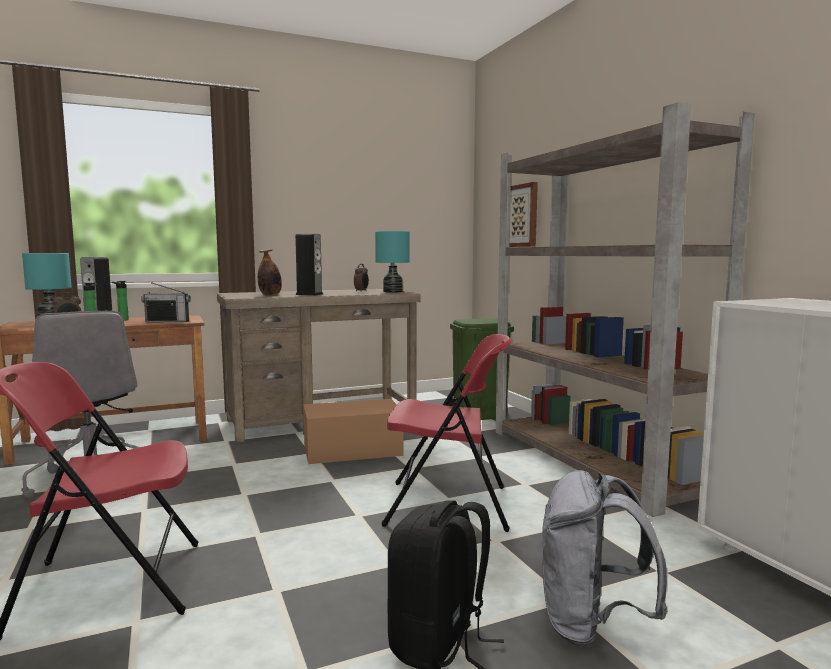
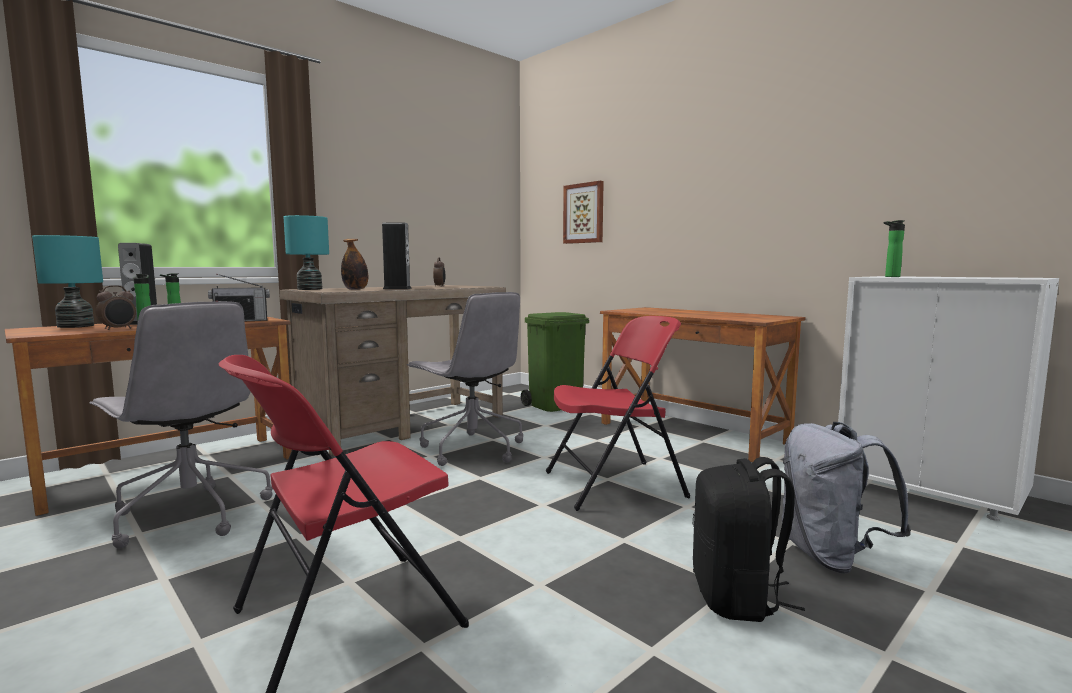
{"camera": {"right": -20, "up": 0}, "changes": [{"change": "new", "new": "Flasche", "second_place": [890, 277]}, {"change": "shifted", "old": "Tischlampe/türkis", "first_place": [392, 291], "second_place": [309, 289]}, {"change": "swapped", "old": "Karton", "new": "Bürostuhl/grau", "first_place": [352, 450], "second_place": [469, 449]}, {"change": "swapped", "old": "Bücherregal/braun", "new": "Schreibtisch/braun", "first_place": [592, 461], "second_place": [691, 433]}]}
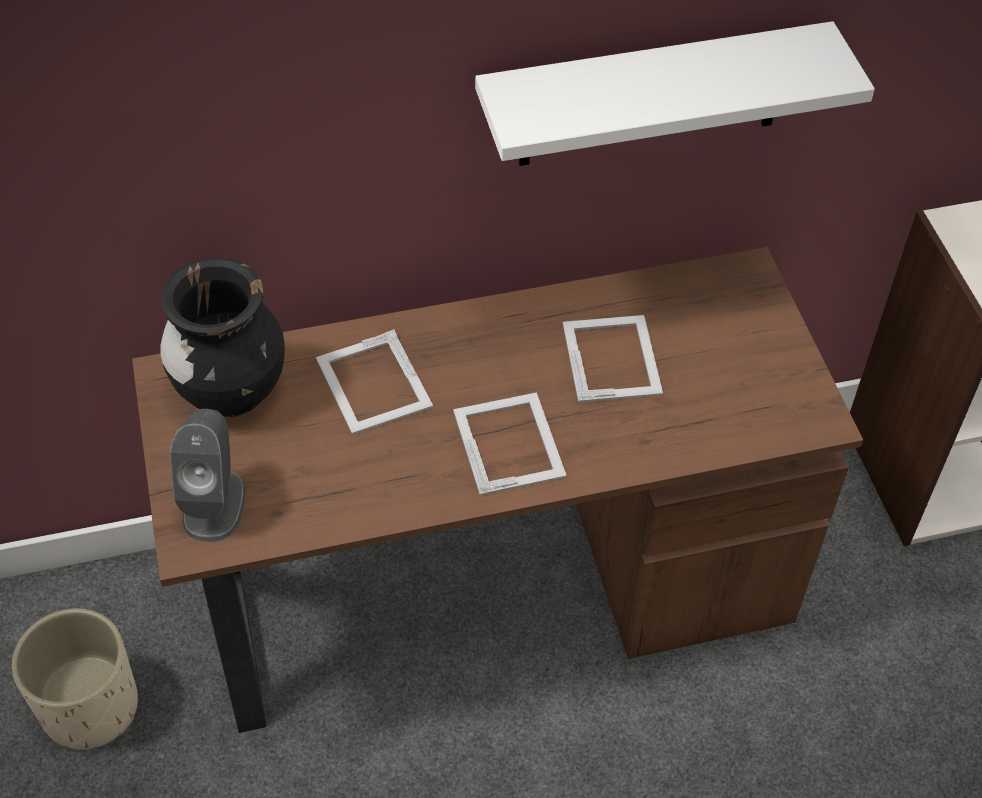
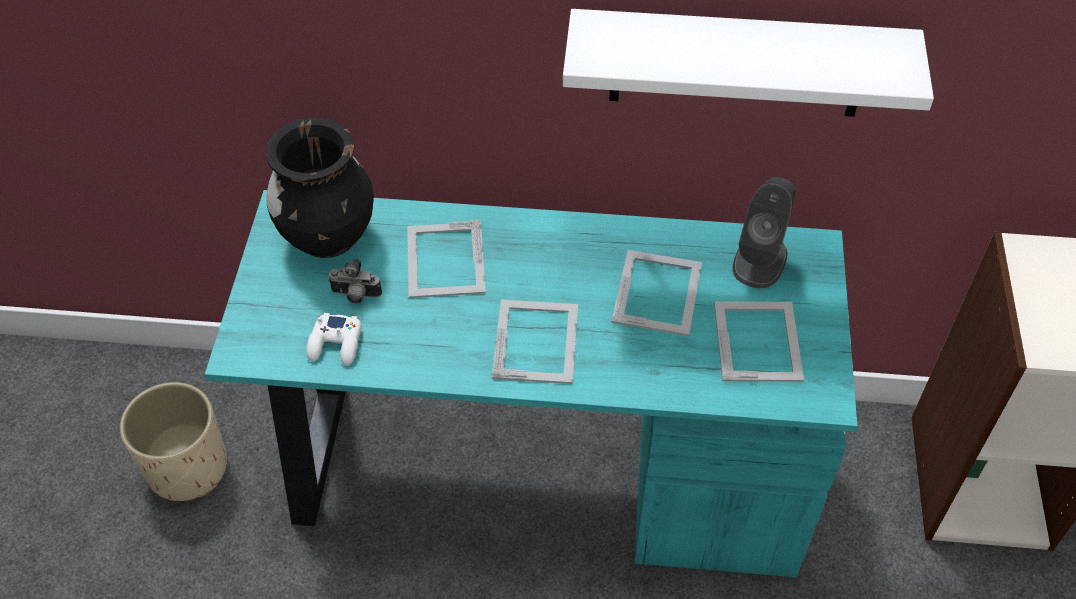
{"camera": {"right": 20, "up": 0}, "changes": [{"change": "new", "new": "Gamepad/weiß", "second_place": [336, 344]}, {"change": "new", "new": "Kamera", "second_place": [355, 296]}, {"change": "new", "new": "Bilderrahmen", "second_place": [758, 340]}, {"change": "shifted", "old": "Lautsprecher/grau", "first_place": [214, 504], "second_place": [760, 260]}, {"change": "repainted", "old": "Schreibtisch/braun", "new": "Schreibtisch/türkis", "first_place": [487, 588], "second_place": [538, 467]}]}
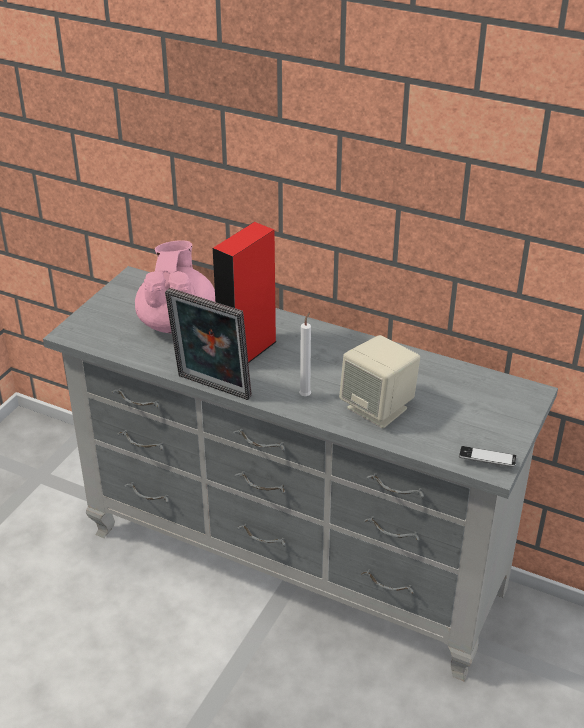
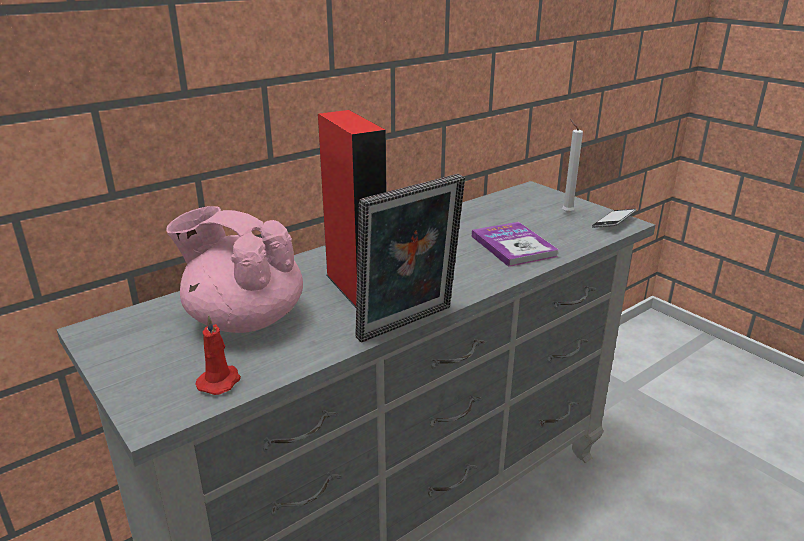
{"camera": {"right": -65, "up": -10}, "changes": [{"change": "new", "new": "Kerze/rot", "second_place": [220, 381]}, {"change": "shifted", "old": "Kerze/weiß", "first_place": [306, 395], "second_place": [566, 212]}, {"change": "swapped", "old": "Lautsprecher/beige", "new": "Buch", "first_place": [378, 408], "second_place": [513, 246]}]}
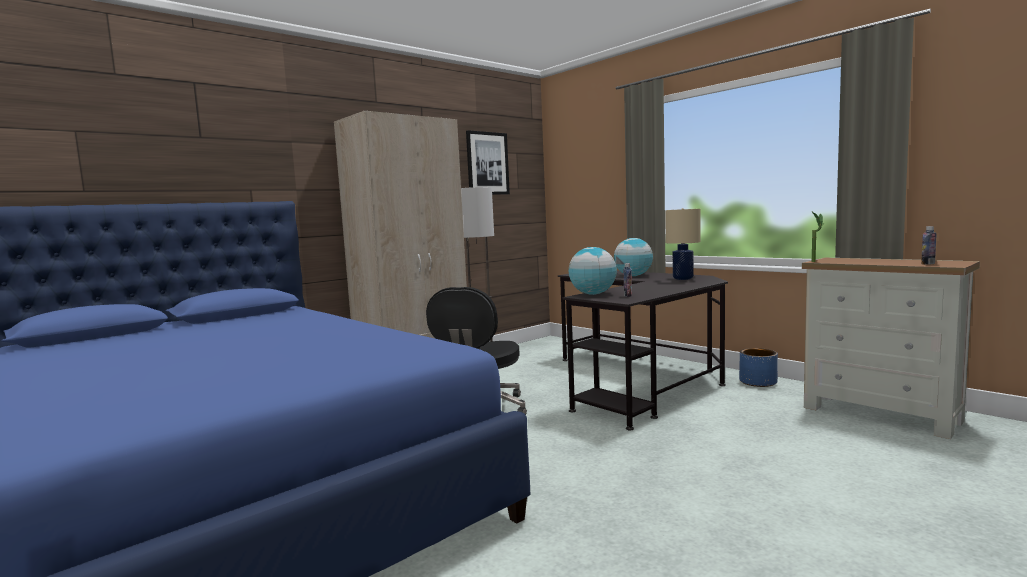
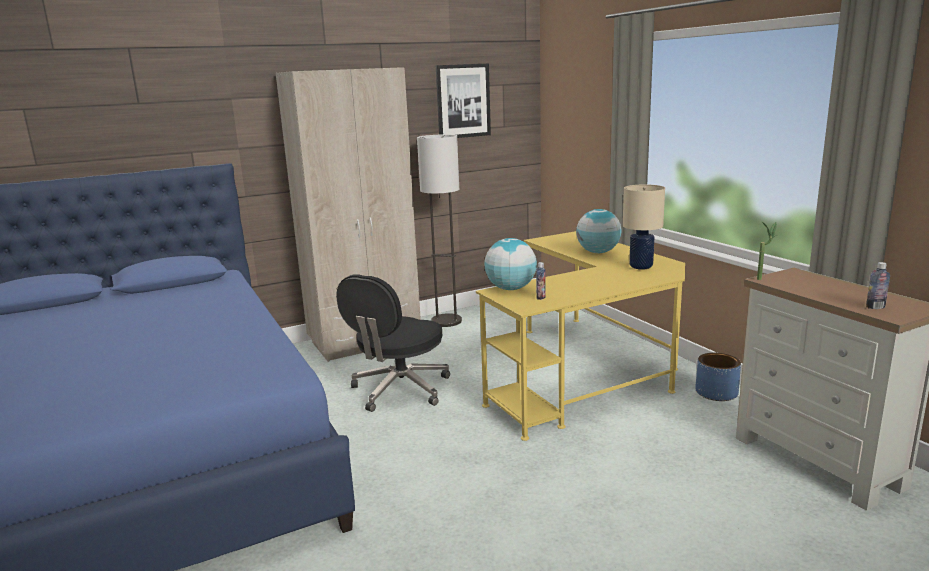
{"camera": {"right": 15, "up": 10}, "changes": [{"change": "repainted", "old": "Schreibtisch/schwarz", "new": "Schreibtisch/gelb", "first_place": [640, 380], "second_place": [587, 371]}]}
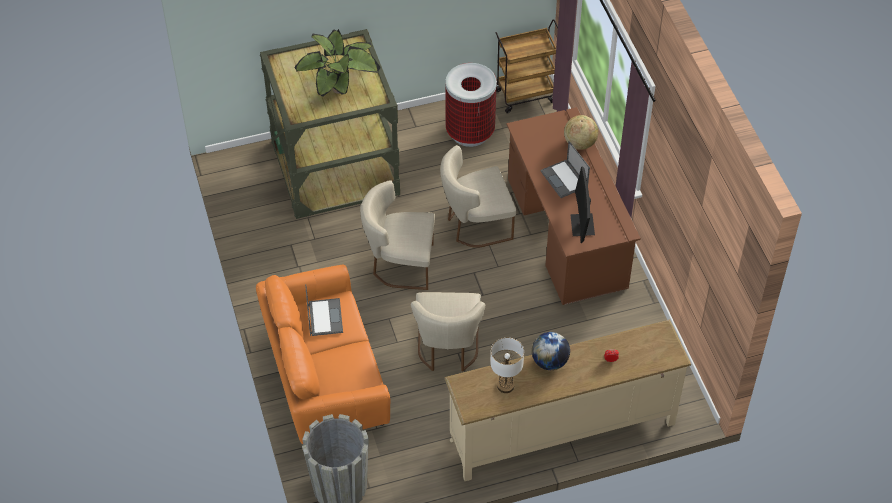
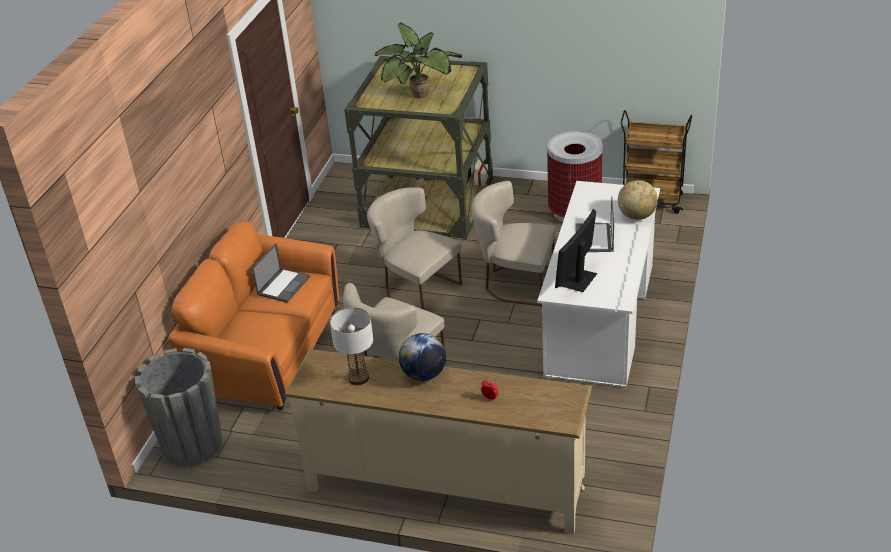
{"camera": {"right": 35, "up": -15}, "changes": [{"change": "repainted", "old": "Schreibtisch/braun", "new": "Schreibtisch/weiß", "first_place": [567, 233], "second_place": [601, 319]}]}
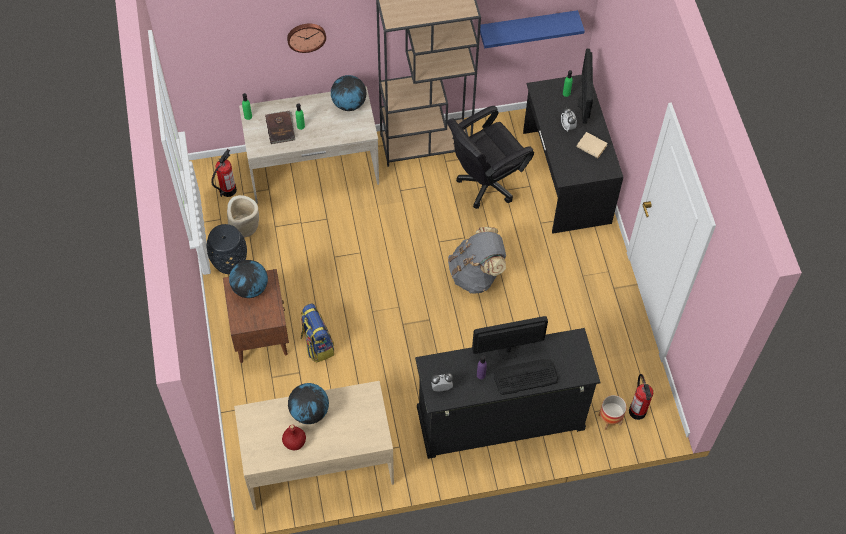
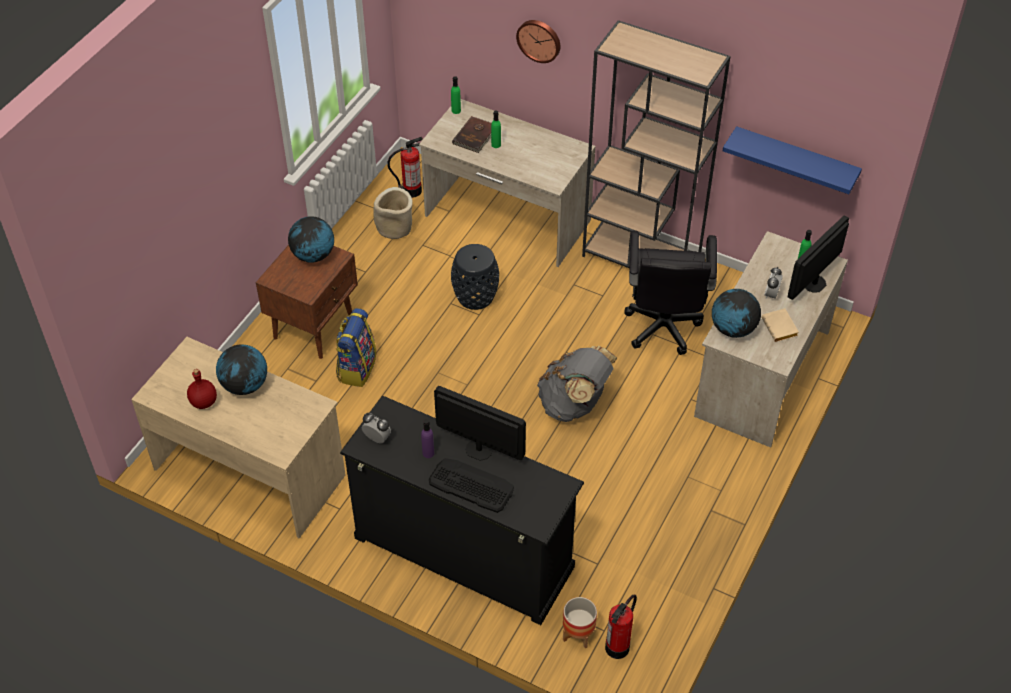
{"camera": {"right": 40, "up": -10}, "changes": [{"change": "shifted", "old": "Hocker/schwarz", "first_place": [229, 261], "second_place": [475, 296]}, {"change": "shifted", "old": "Globus", "first_place": [349, 104], "second_place": [732, 329]}, {"change": "repainted", "old": "Schreibtisch/schwarz", "new": "Schreibtisch/beige", "first_place": [565, 177], "second_place": [761, 373]}, {"change": "rotated", "old": "Bürostuhl/schwarz", "first_place": [484, 187], "second_place": [663, 332], "degrees": -90}]}
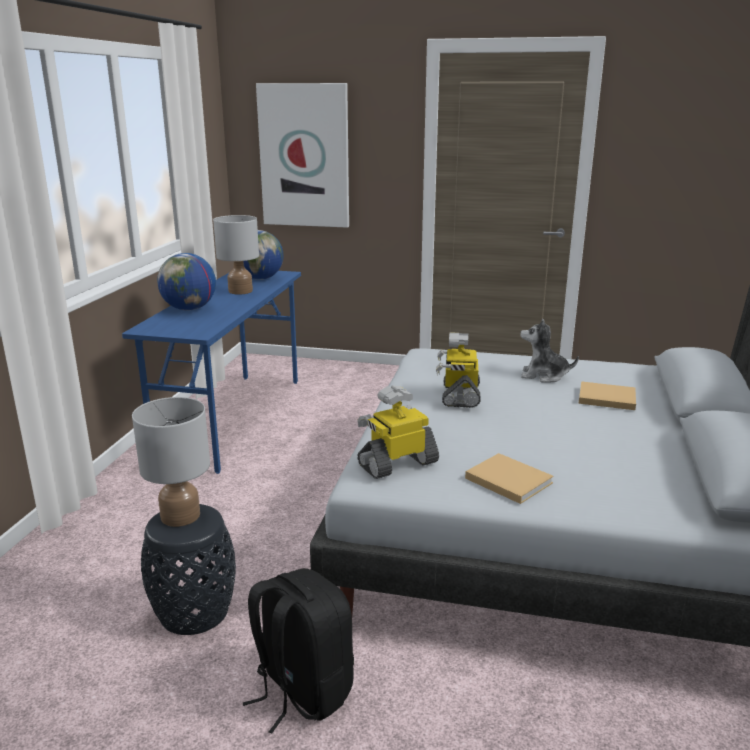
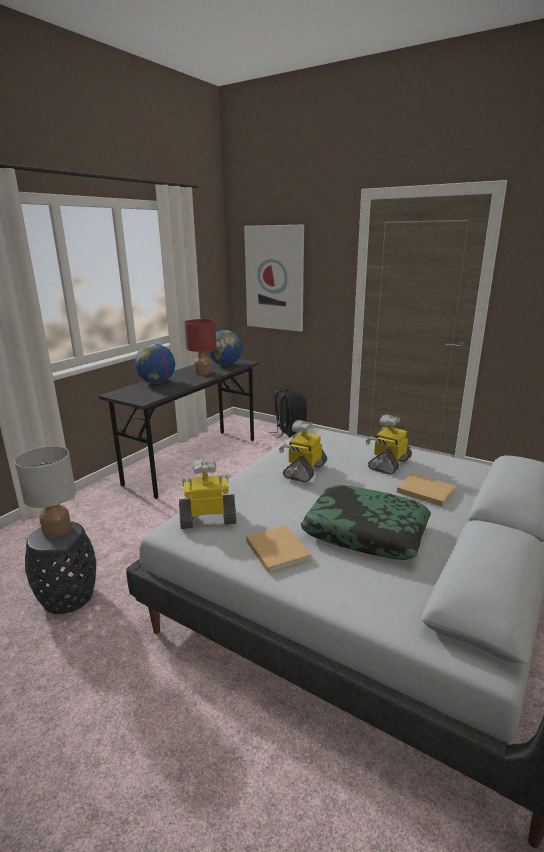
{"camera": {"right": 20, "up": 0}, "changes": [{"change": "new", "new": "Kissen", "second_place": [365, 532]}, {"change": "shifted", "old": "Rucksack/schwarz", "first_place": [301, 691], "second_place": [289, 433]}, {"change": "swapped", "old": "Plüschtier", "new": "Spielzeugroboter", "first_place": [543, 376], "second_place": [388, 463]}, {"change": "repainted", "old": "Schreibtisch/blau", "new": "Schreibtisch/grau", "first_place": [233, 418], "second_place": [193, 460]}, {"change": "repainted", "old": "Tischlampe/grau", "new": "Tischlampe/rot", "first_place": [240, 291], "second_place": [202, 372]}]}
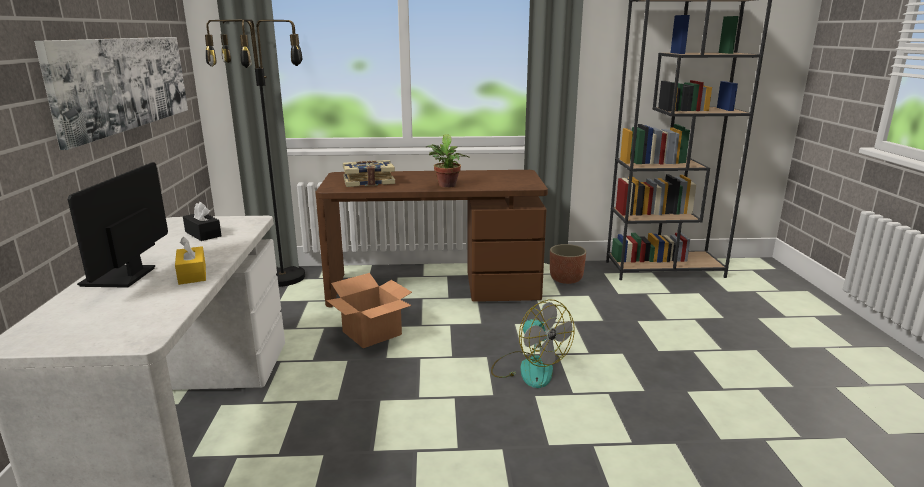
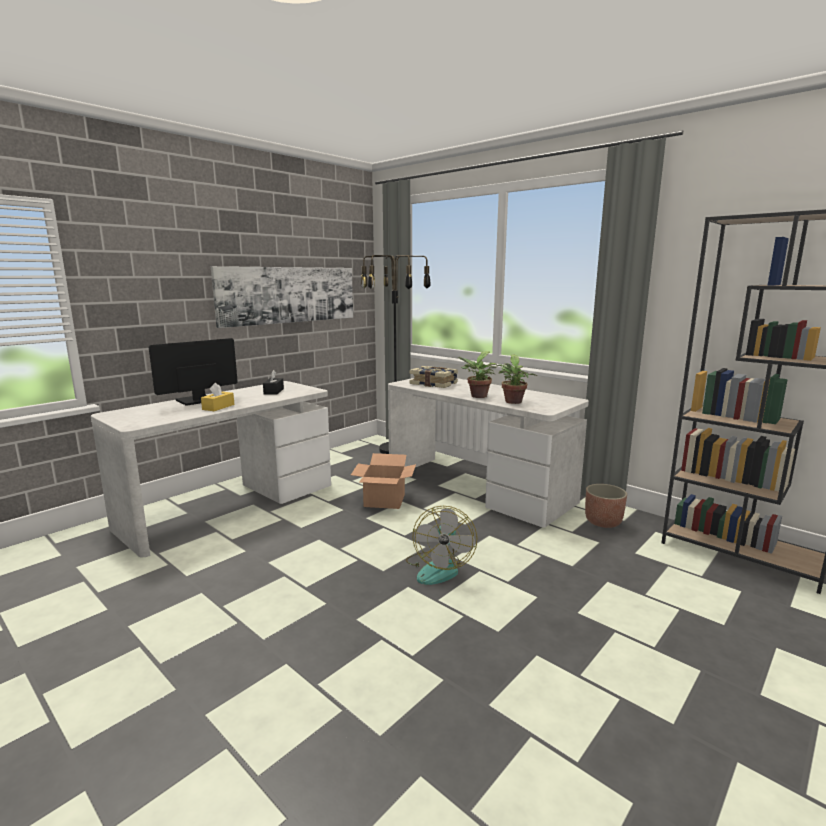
{"camera": {"right": 45, "up": -5}, "changes": [{"change": "new", "new": "Topfpflanze", "second_place": [513, 402]}, {"change": "repainted", "old": "Schreibtisch/braun", "new": "Schreibtisch/weiß", "first_place": [434, 287], "second_place": [478, 488]}]}
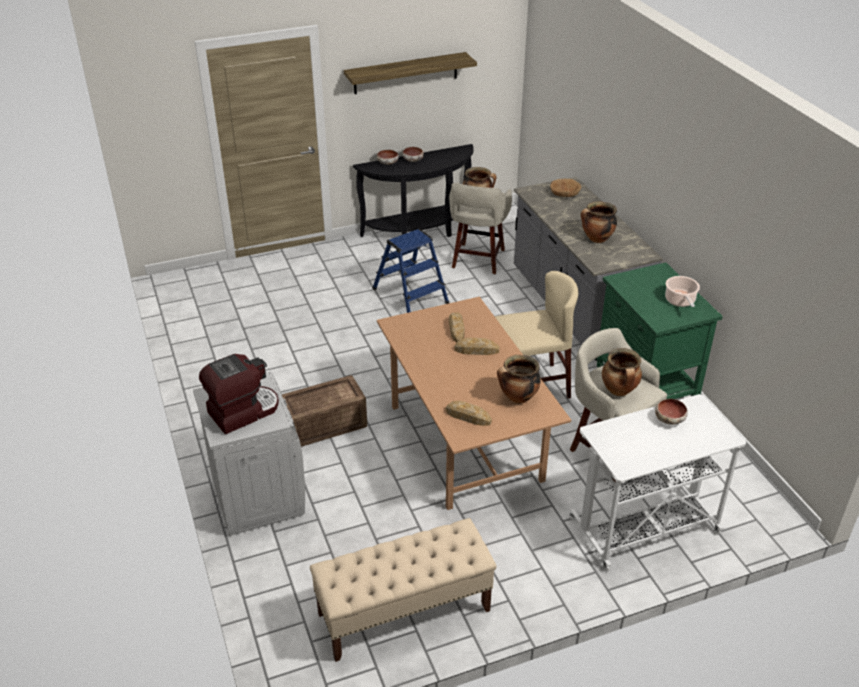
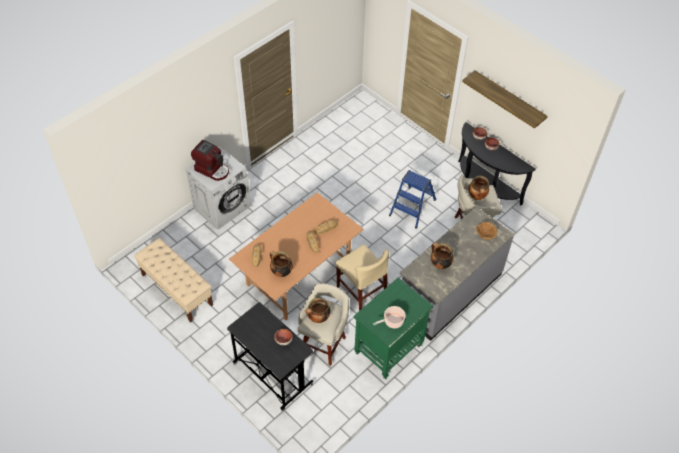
{"camera": {"right": 65, "up": 15}, "changes": [{"change": "gone", "old": "Kiste", "first_place": [322, 425]}, {"change": "repainted", "old": "Schreibtisch/weiß", "new": "Schreibtisch/schwarz", "first_place": [644, 526], "second_place": [272, 374]}]}
